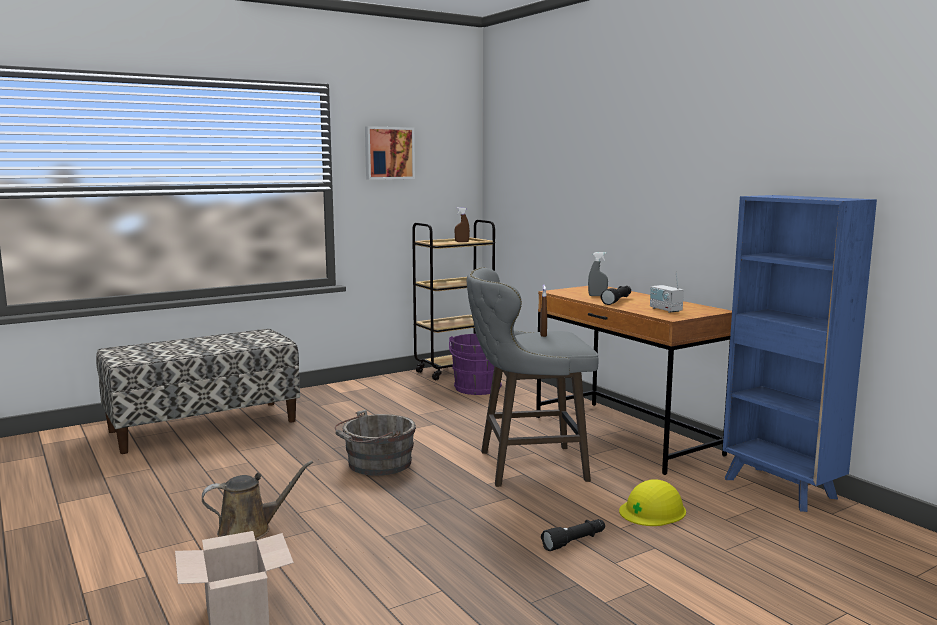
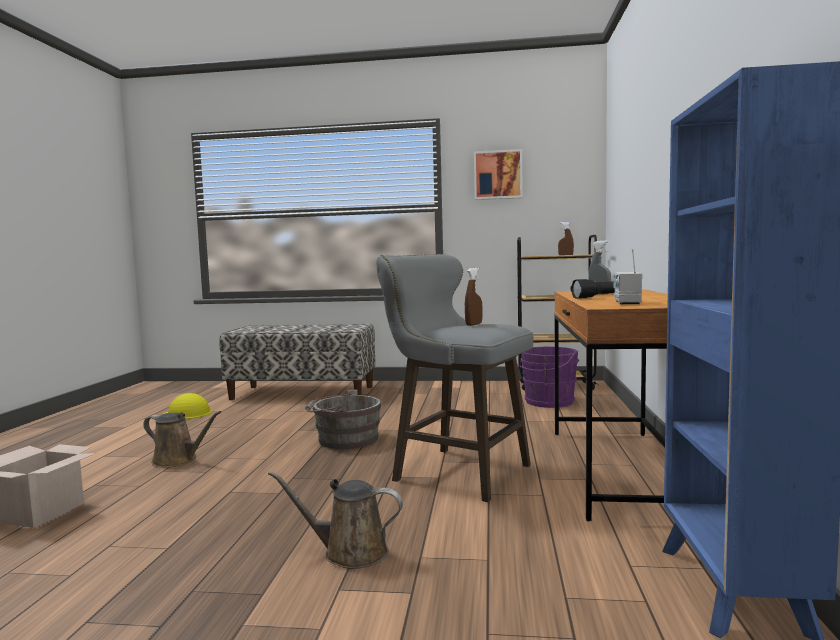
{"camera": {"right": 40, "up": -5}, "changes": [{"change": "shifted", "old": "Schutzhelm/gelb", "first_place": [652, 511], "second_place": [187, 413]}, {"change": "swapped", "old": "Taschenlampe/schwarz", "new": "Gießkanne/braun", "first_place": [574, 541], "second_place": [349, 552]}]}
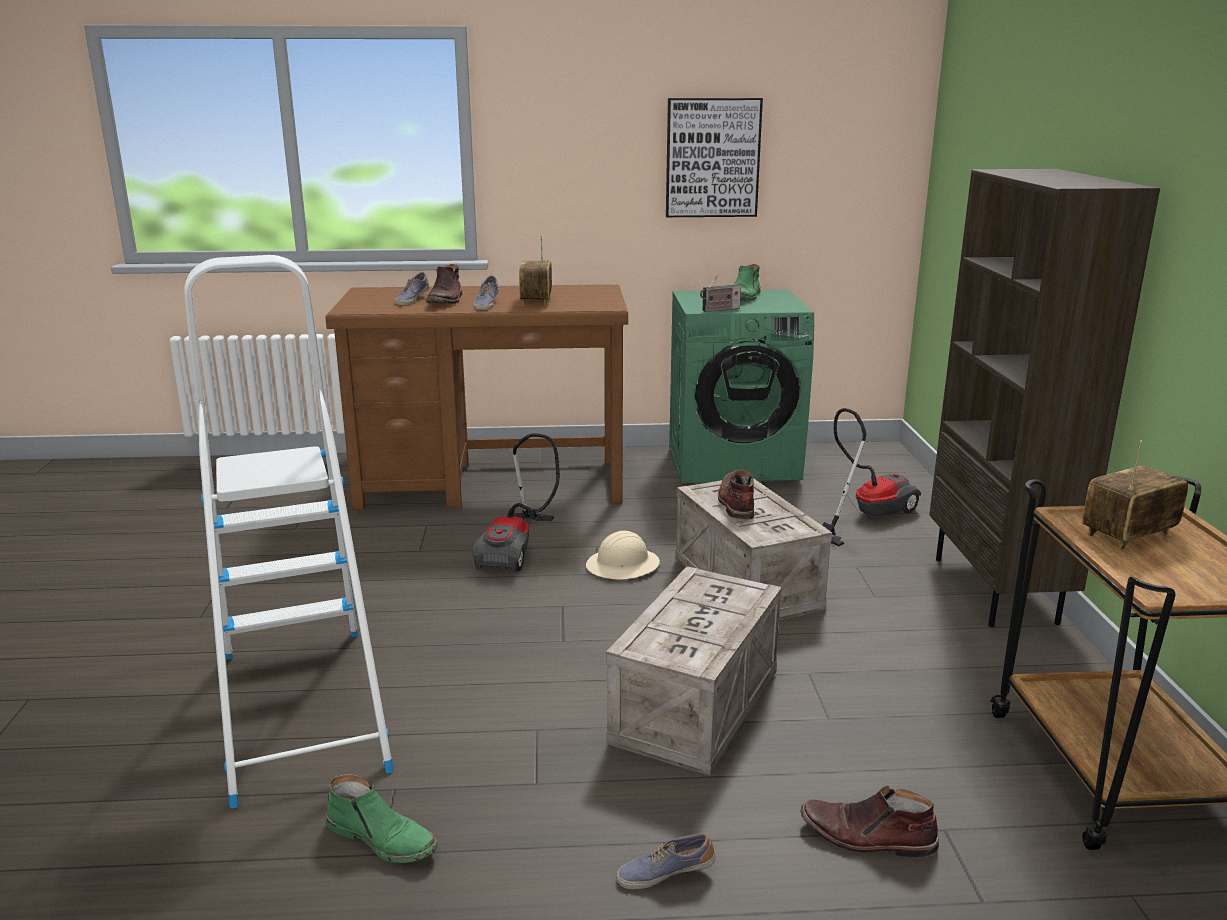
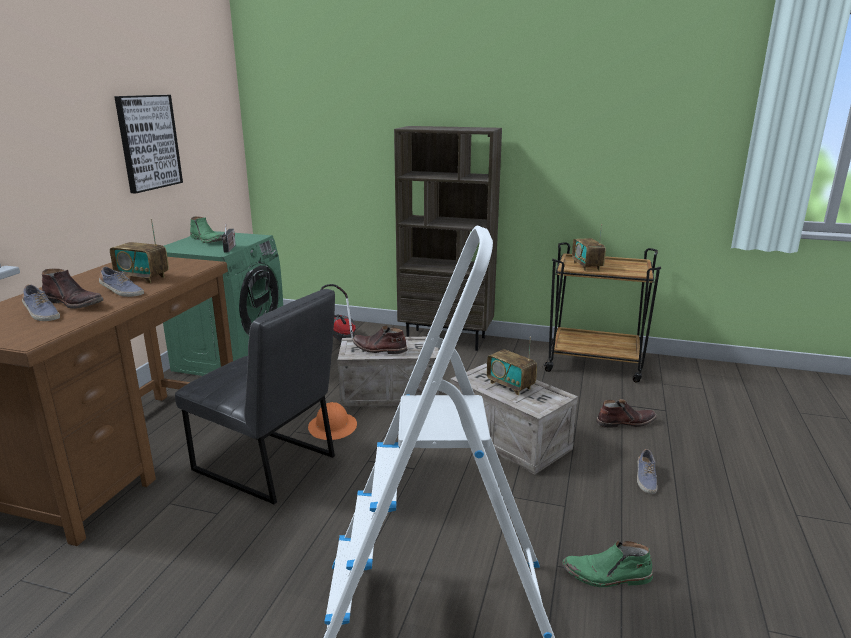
{"camera": {"right": -70, "up": 0}, "changes": [{"change": "new", "new": "Radio", "second_place": [510, 385]}, {"change": "swapped", "old": "Staubsauger", "new": "Stuhl/grau", "first_place": [516, 550], "second_place": [267, 464]}, {"change": "repainted", "old": "Schutzhelm/beige", "new": "Schutzhelm/orange", "first_place": [623, 566], "second_place": [333, 427]}, {"change": "rotated", "old": "Stiefel/grün", "first_place": [383, 838], "second_place": [606, 576], "degrees": -135}, {"change": "rotated", "old": "Stiefel/braun", "first_place": [867, 837], "second_place": [625, 422], "degrees": -135}]}
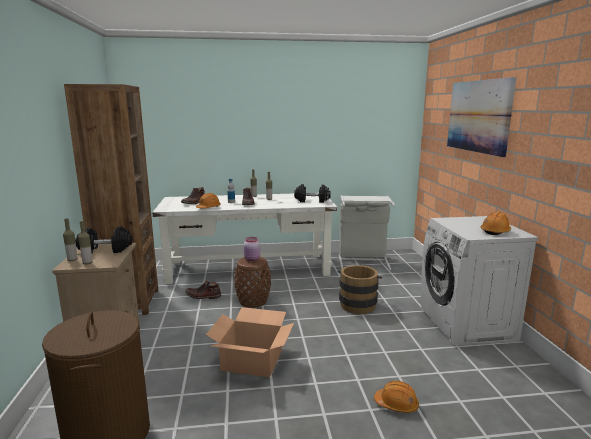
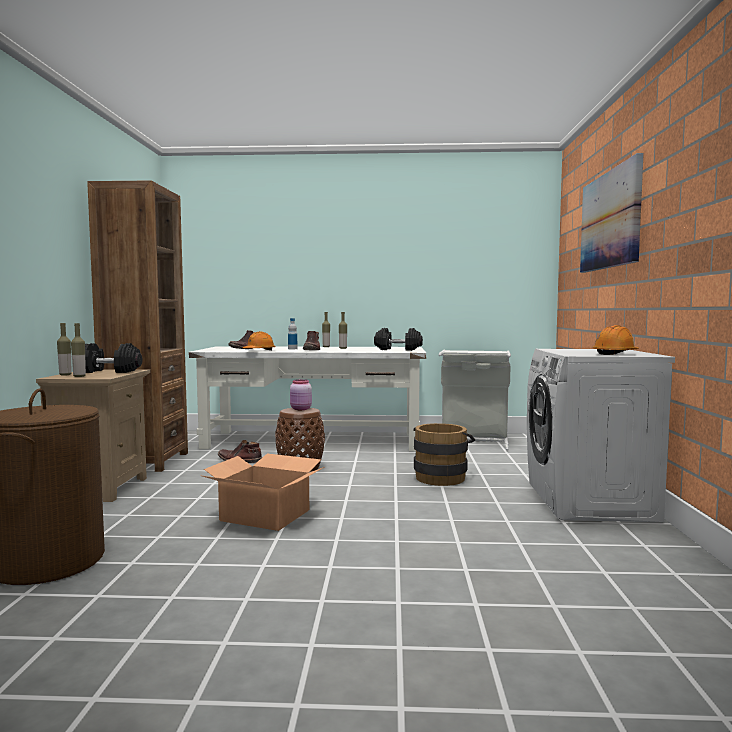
{"camera": {"right": 10, "up": -10}, "changes": [{"change": "gone", "old": "Schutzhelm/orange", "first_place": [396, 404]}]}
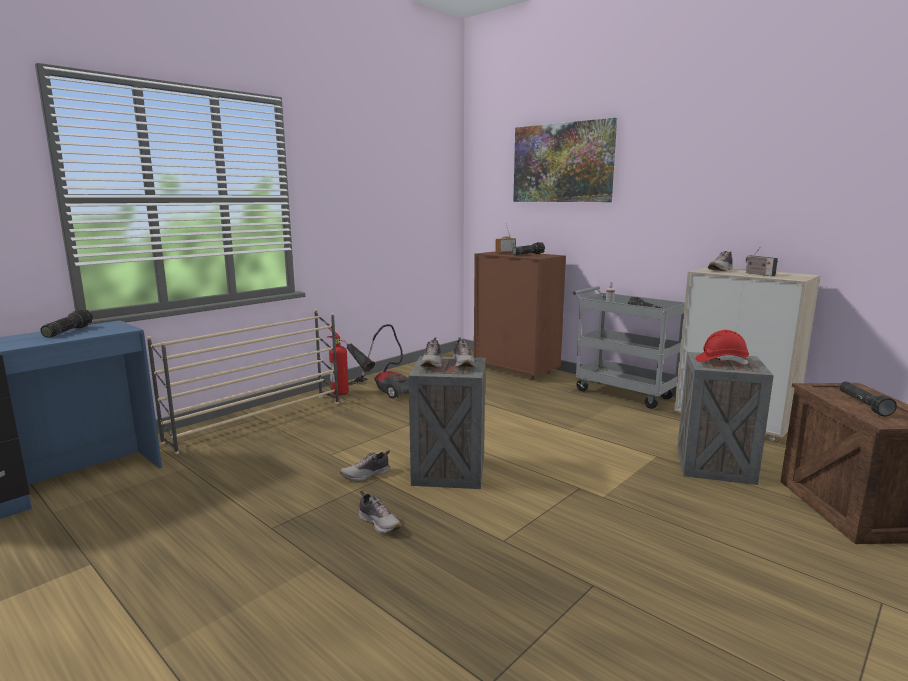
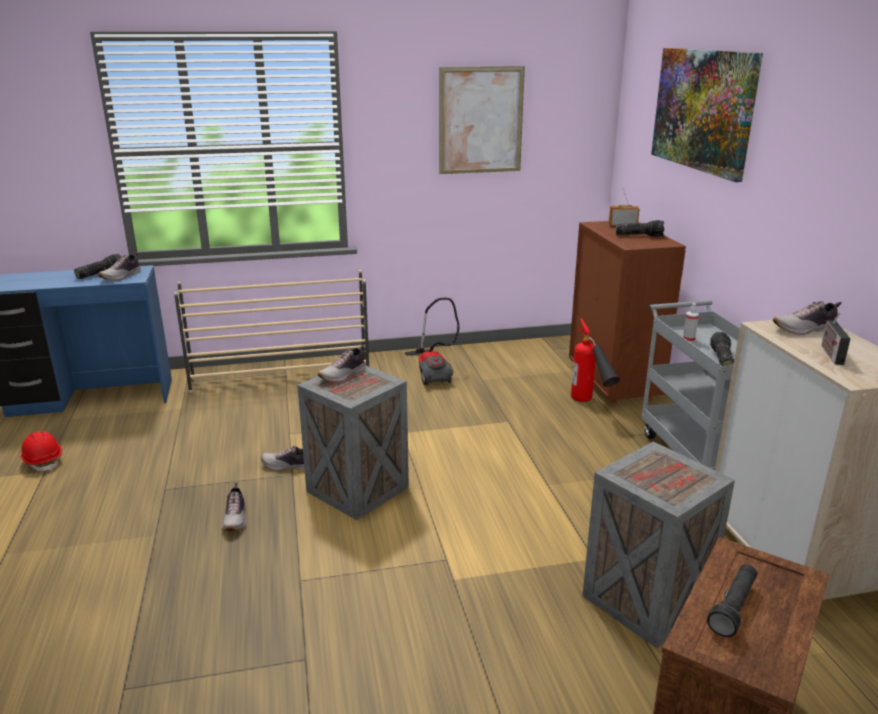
{"camera": {"right": 35, "up": 10}, "changes": [{"change": "new", "new": "Bild", "second_place": [481, 120]}, {"change": "shifted", "old": "Feuerlöscher", "first_place": [350, 396], "second_place": [590, 406]}, {"change": "shifted", "old": "Schuh", "first_place": [463, 364], "second_place": [122, 276]}, {"change": "shifted", "old": "Schutzhelm/rot", "first_place": [721, 362], "second_place": [43, 461]}]}
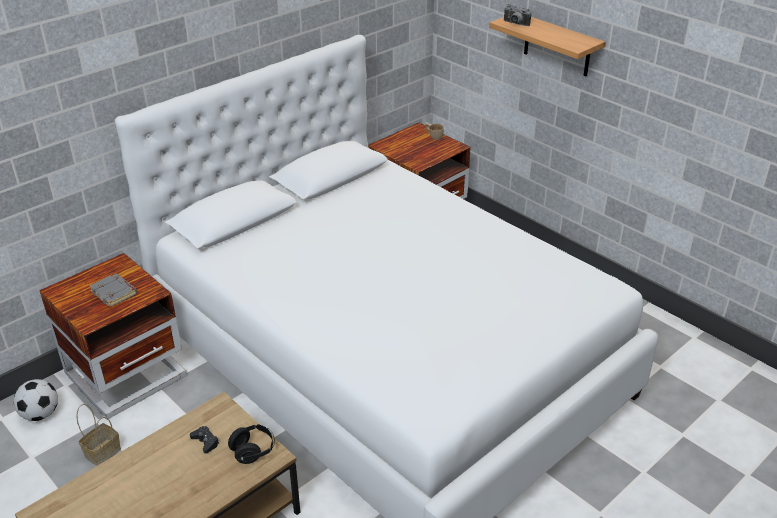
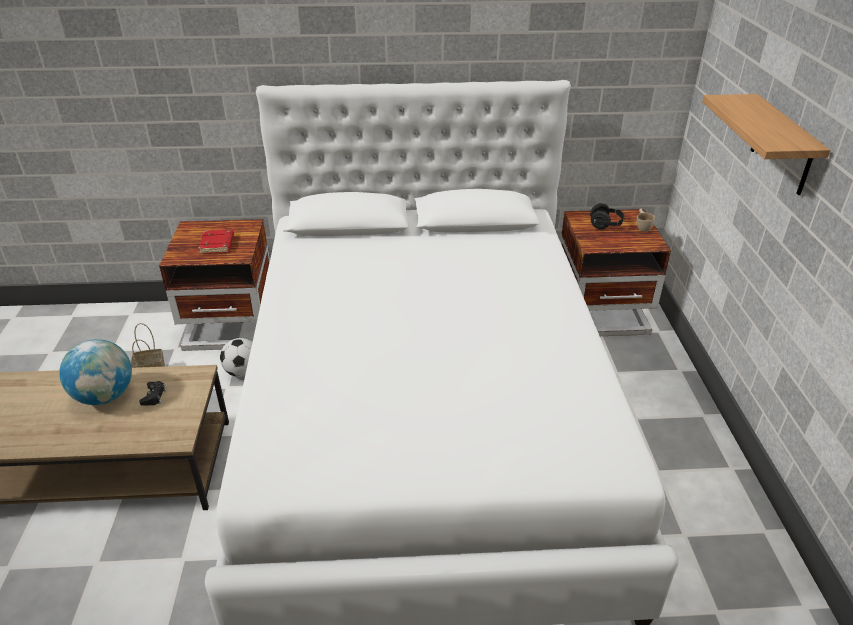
{"camera": {"right": 40, "up": 0}, "changes": [{"change": "gone", "old": "Kamera", "first_place": [515, 24]}, {"change": "new", "new": "Globus", "second_place": [105, 396]}, {"change": "shifted", "old": "Fußball", "first_place": [40, 414], "second_place": [243, 372]}, {"change": "shifted", "old": "Kopfhörer/schwarz", "first_place": [253, 451], "second_place": [606, 225]}, {"change": "repainted", "old": "Buch/grau", "new": "Buch/rot", "first_place": [114, 293], "second_place": [217, 245]}]}
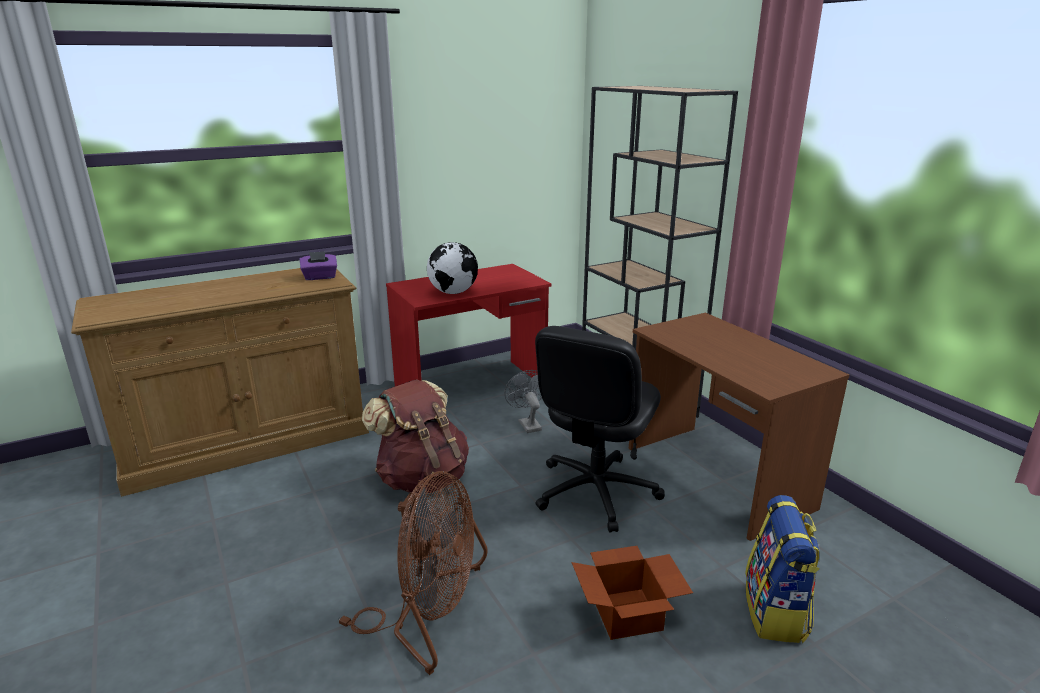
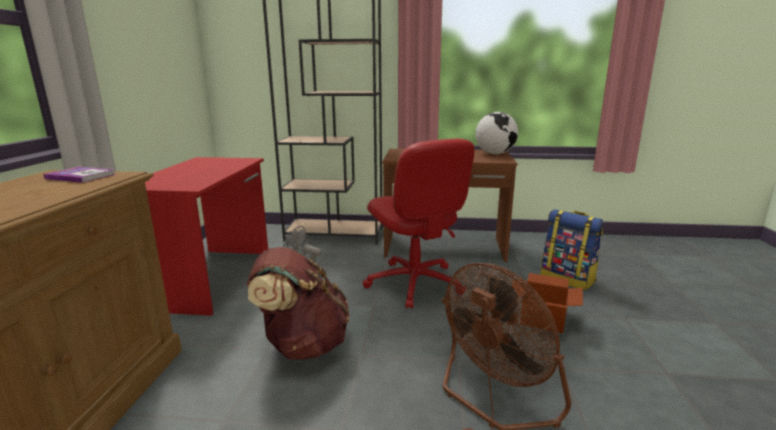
{"camera": {"right": -55, "up": -5}, "changes": [{"change": "shifted", "old": "Globus", "first_place": [453, 292], "second_place": [495, 154]}, {"change": "swapped", "old": "Taschentuchbox/lila", "new": "Buch", "first_place": [320, 277], "second_place": [81, 176]}, {"change": "repainted", "old": "Bürostuhl/schwarz", "new": "Bürostuhl/rot", "first_place": [595, 491], "second_place": [414, 283]}]}
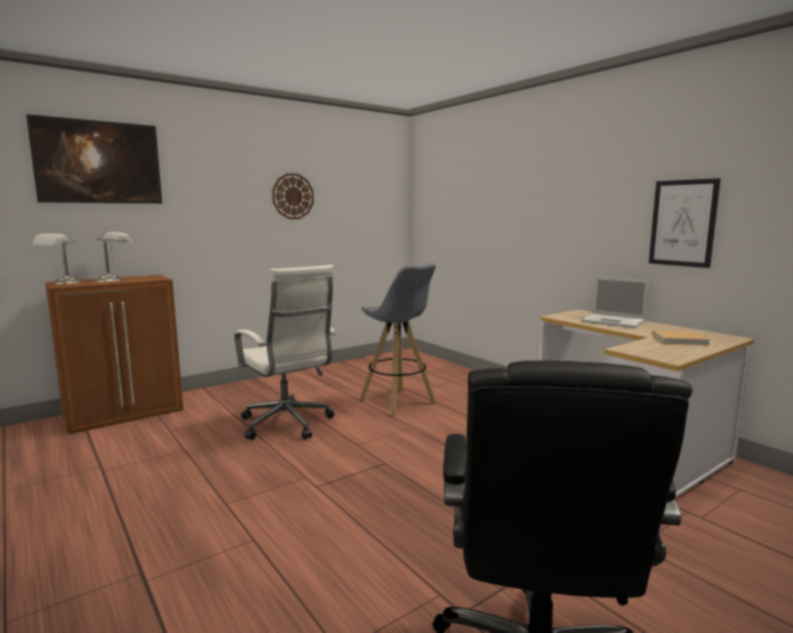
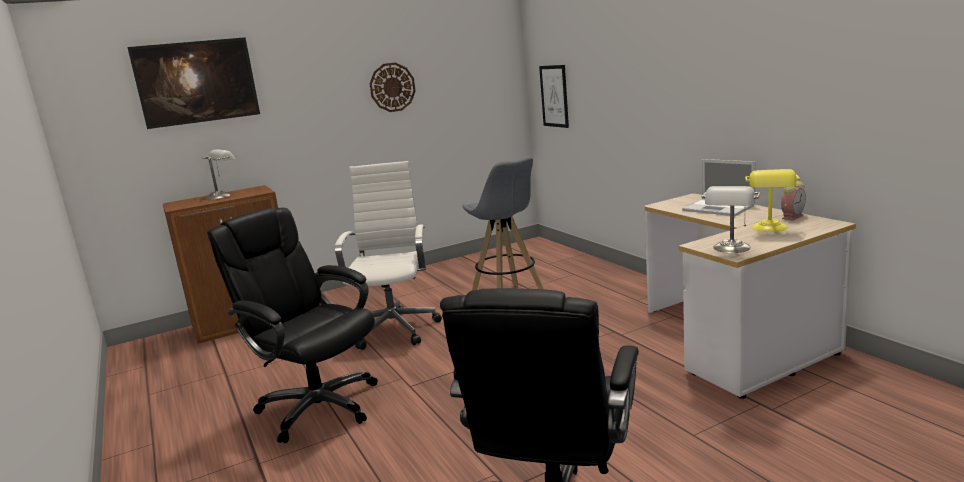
{"camera": {"right": 10, "up": 5}, "changes": [{"change": "new", "new": "Bürostuhl/schwarz", "second_place": [318, 407]}, {"change": "new", "new": "Wecker", "second_place": [792, 216]}, {"change": "shifted", "old": "Tischlampe/weiß", "first_place": [63, 283], "second_place": [731, 250]}, {"change": "shifted", "old": "Bild", "first_place": [682, 223], "second_place": [554, 96]}, {"change": "swapped", "old": "Buch/beige", "new": "Tischlampe/gelb", "first_place": [681, 340], "second_place": [771, 229]}, {"change": "rotated", "old": "Bürostuhl/weiß", "first_place": [288, 425], "second_place": [395, 328], "degrees": -150}]}
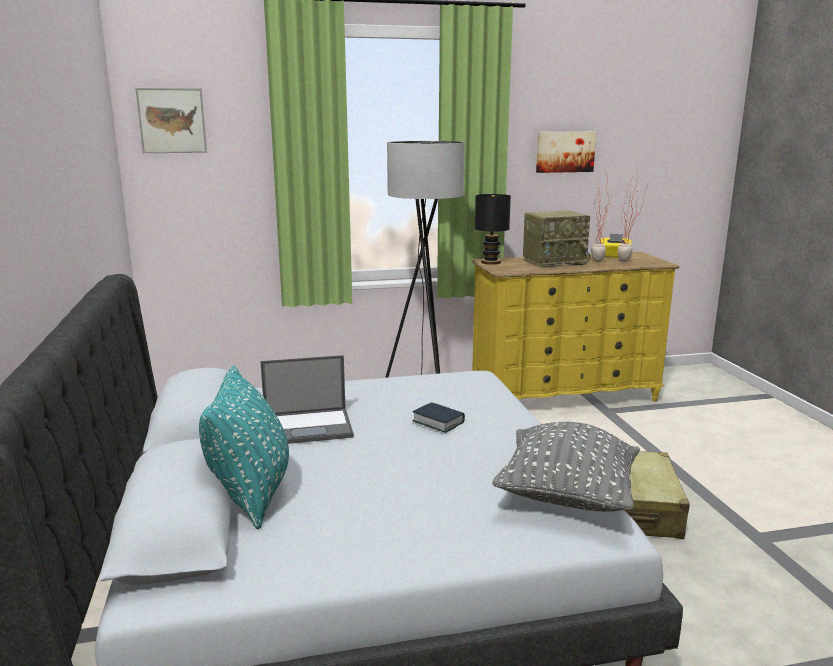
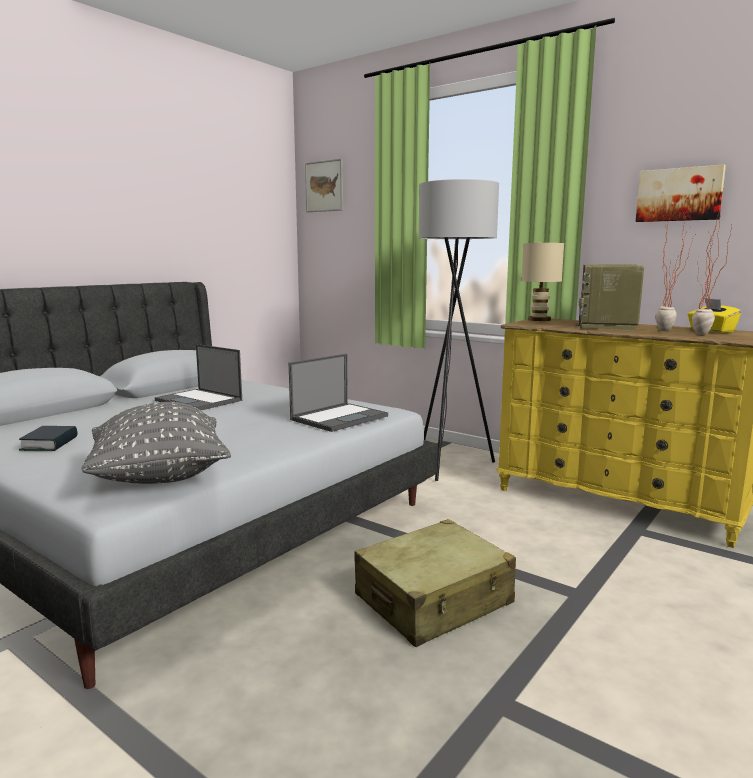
{"camera": {"right": 50, "up": -5}, "changes": [{"change": "gone", "old": "Kissen/türkis", "first_place": [251, 494]}, {"change": "new", "new": "Laptop", "second_place": [340, 417]}, {"change": "shifted", "old": "Buch", "first_place": [438, 422], "second_place": [50, 444]}, {"change": "repainted", "old": "Tischlampe/schwarz", "new": "Tischlampe/beige", "first_place": [490, 262], "second_place": [538, 320]}, {"change": "rotated", "old": "Radio", "first_place": [554, 262], "second_place": [607, 326], "degrees": 75}]}
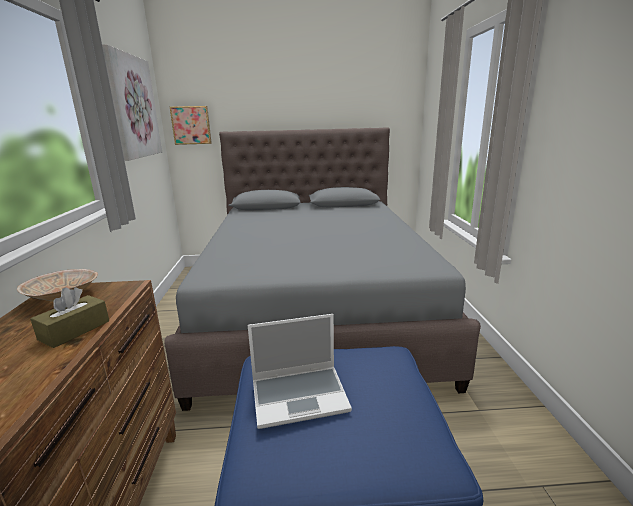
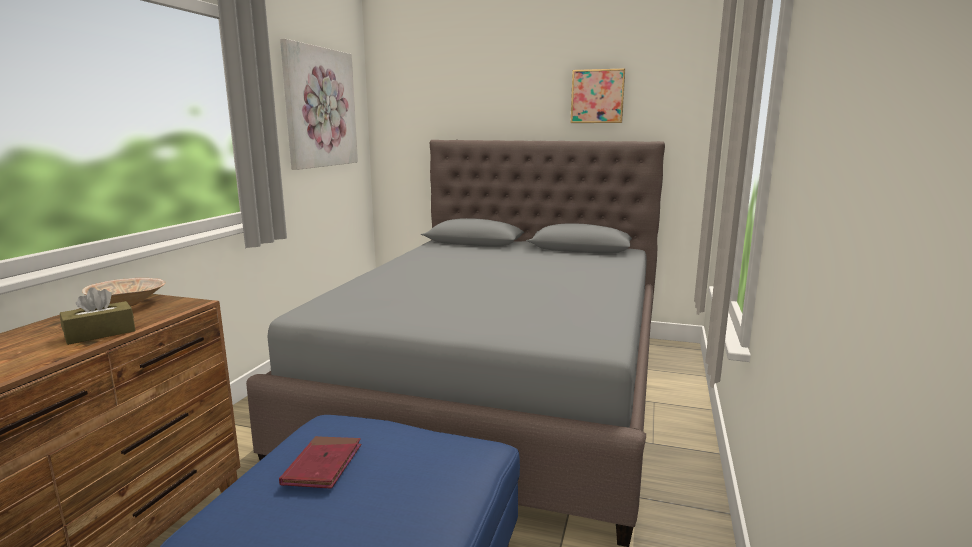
{"camera": {"right": 20, "up": -5}, "changes": [{"change": "shifted", "old": "Bild", "first_place": [191, 125], "second_place": [597, 96]}, {"change": "swapped", "old": "Laptop", "new": "Buch/rot", "first_place": [300, 395], "second_place": [323, 465]}]}
